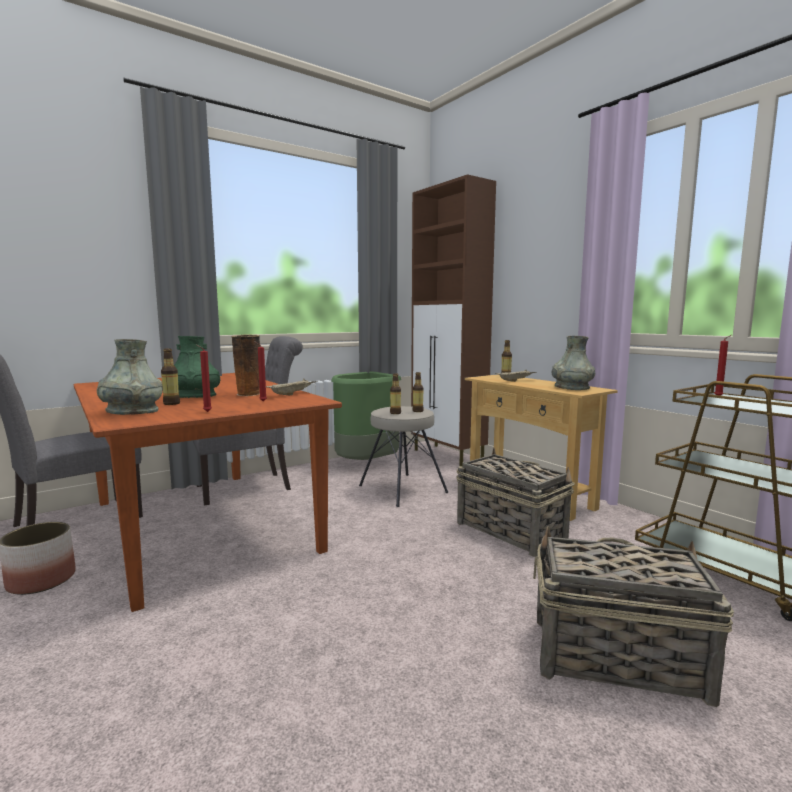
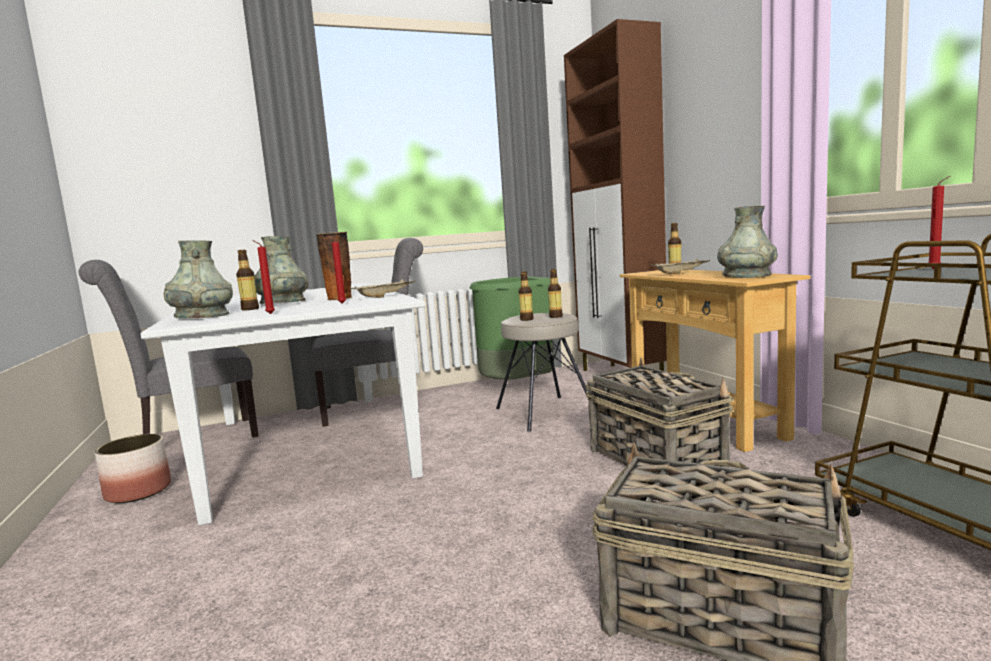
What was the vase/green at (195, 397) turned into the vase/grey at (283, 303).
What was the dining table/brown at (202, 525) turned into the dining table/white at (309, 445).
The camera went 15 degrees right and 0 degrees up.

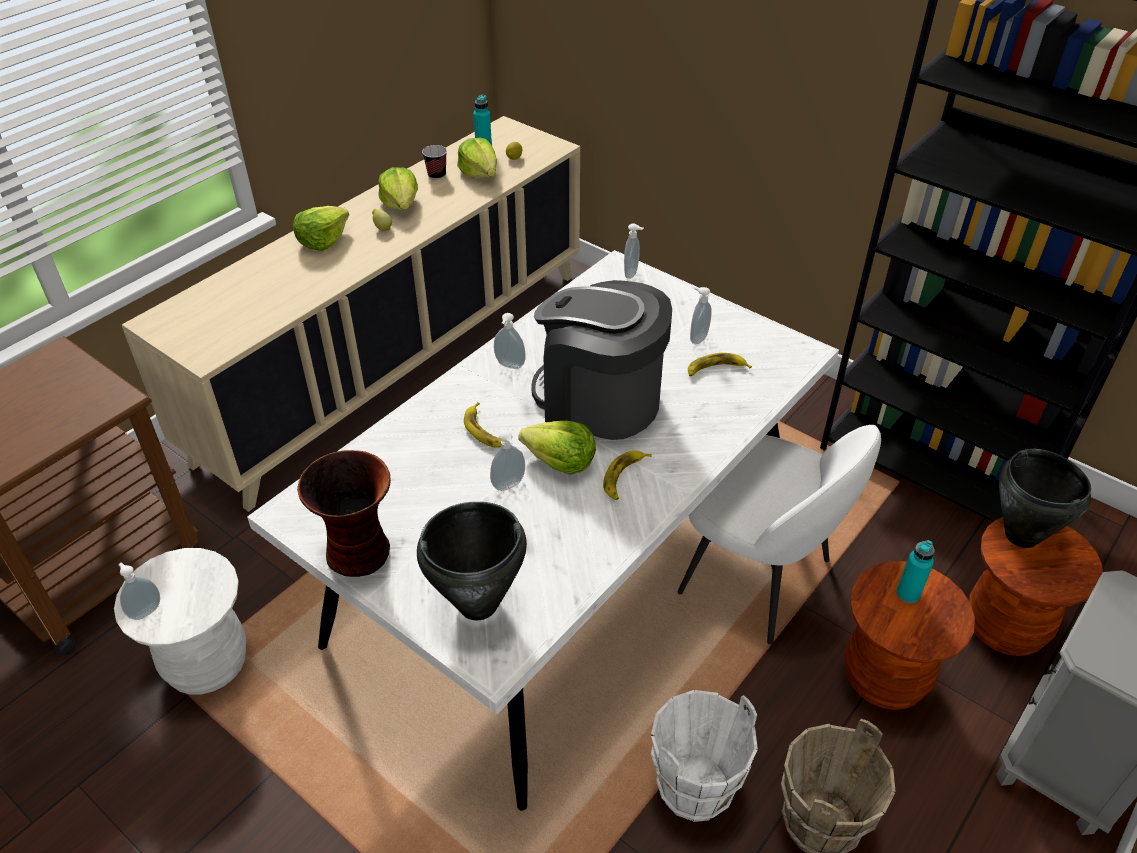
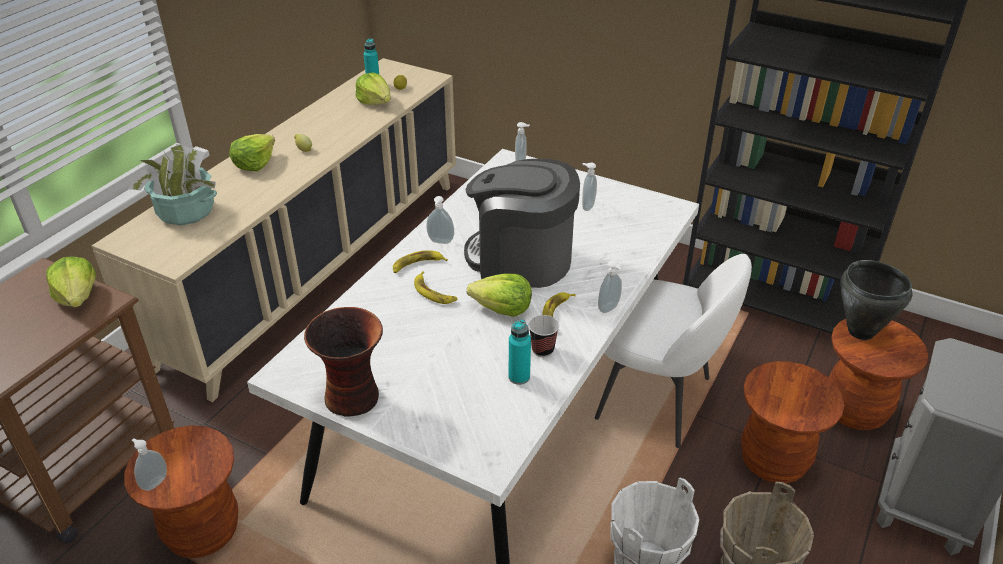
The cup ended up elsewhere, having gone from (437, 175) to (542, 350).
The lettuce ended up elsewhere, having gone from (401, 204) to (78, 297).
The banana ended up elsewhere, having gone from (715, 369) to (417, 265).
The soap dispenser ended up elsewhere, having gone from (509, 486) to (609, 309).
The second view lost the cooking pot/black at (479, 605).
The bottle/turquoise ended up elsewhere, having gone from (908, 594) to (519, 377).
What was the stool/white at (207, 663) turned into the stool/brown at (202, 531).
The second view gained the potted plant at (186, 211).
The camera went 10 degrees left and 5 degrees down.

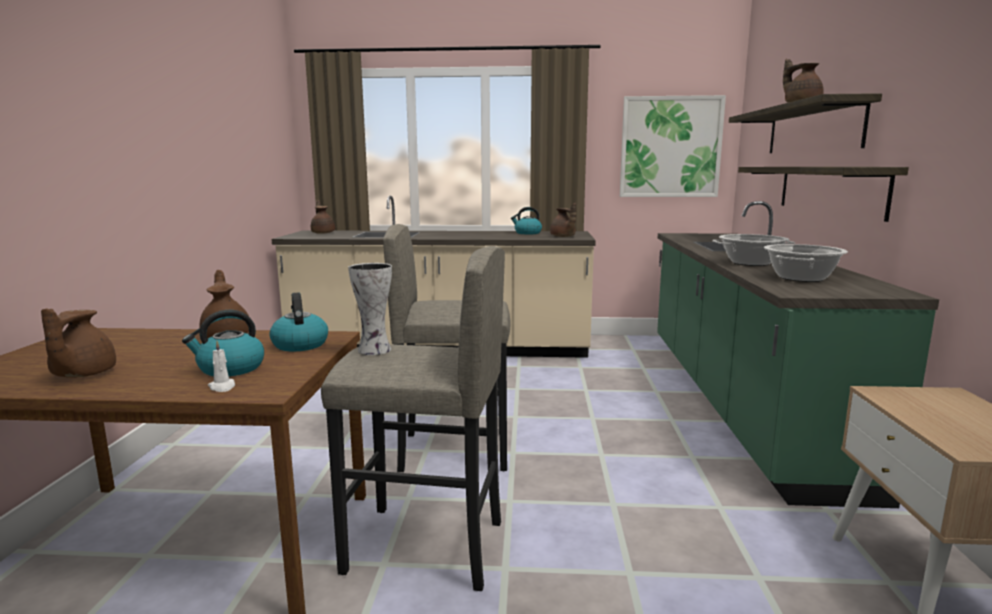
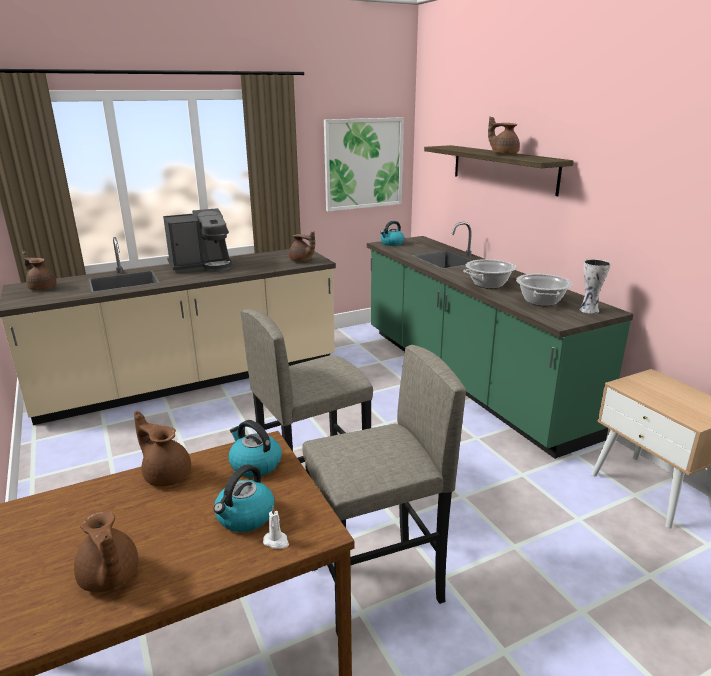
The second view lost the shelf at (829, 189).
The kettle ended up elsewhere, having gone from (527, 233) to (392, 243).
The vase ended up elsewhere, having gone from (374, 350) to (589, 310).
The second view gained the coffee machine at (202, 266).
The camera went 30 degrees left and 10 degrees up.

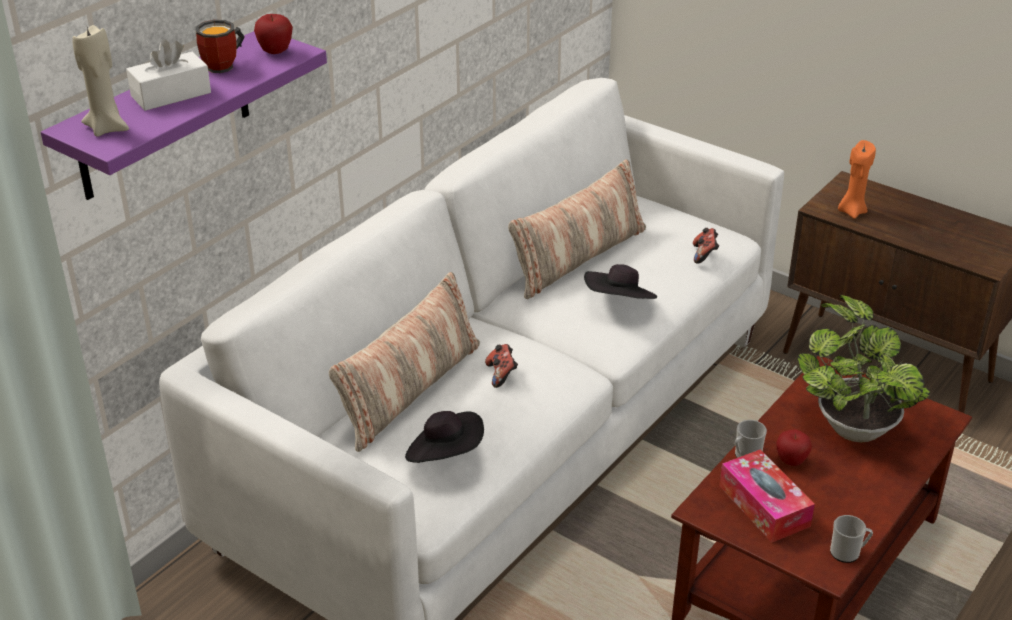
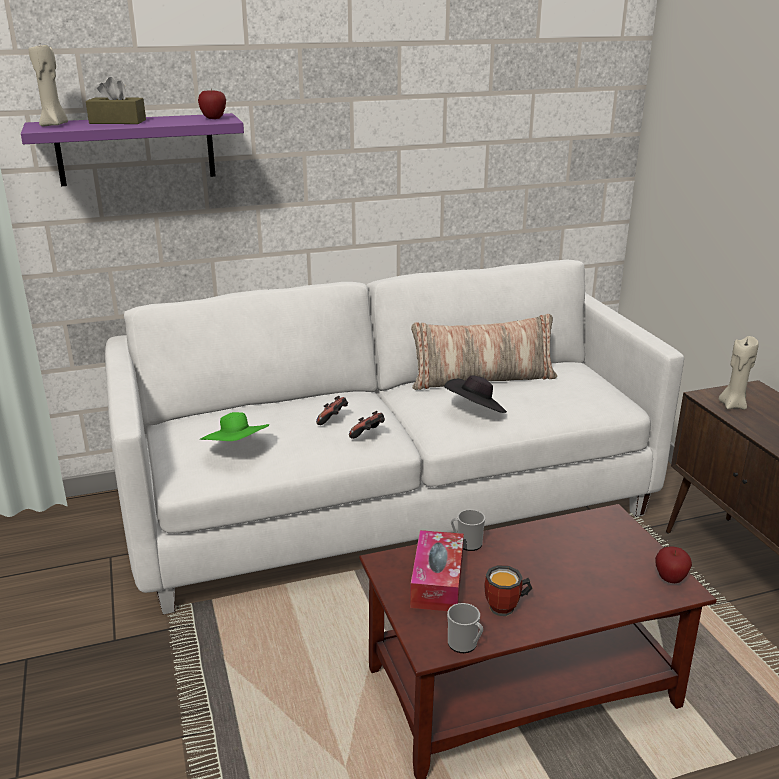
The mug ended up elsewhere, having gone from (225, 66) to (507, 608).
What was the tissue box/white at (171, 94) turned into the tissue box/brown at (117, 122).
What was the candle/orange at (851, 211) turned into the candle/beige at (732, 405).
The game controller ended up elsewhere, having gone from (704, 255) to (368, 435).
The second view lost the pillow at (409, 390).
The second view lost the potted plant at (852, 425).
What was the hat/black at (445, 455) turned into the hat/green at (237, 449).
The apple ended up elsewhere, having gone from (791, 461) to (670, 579).
The camera went 35 degrees right and 10 degrees down.

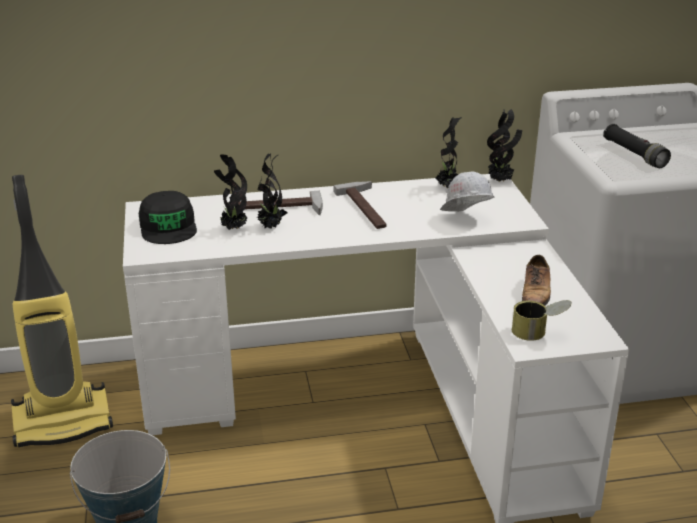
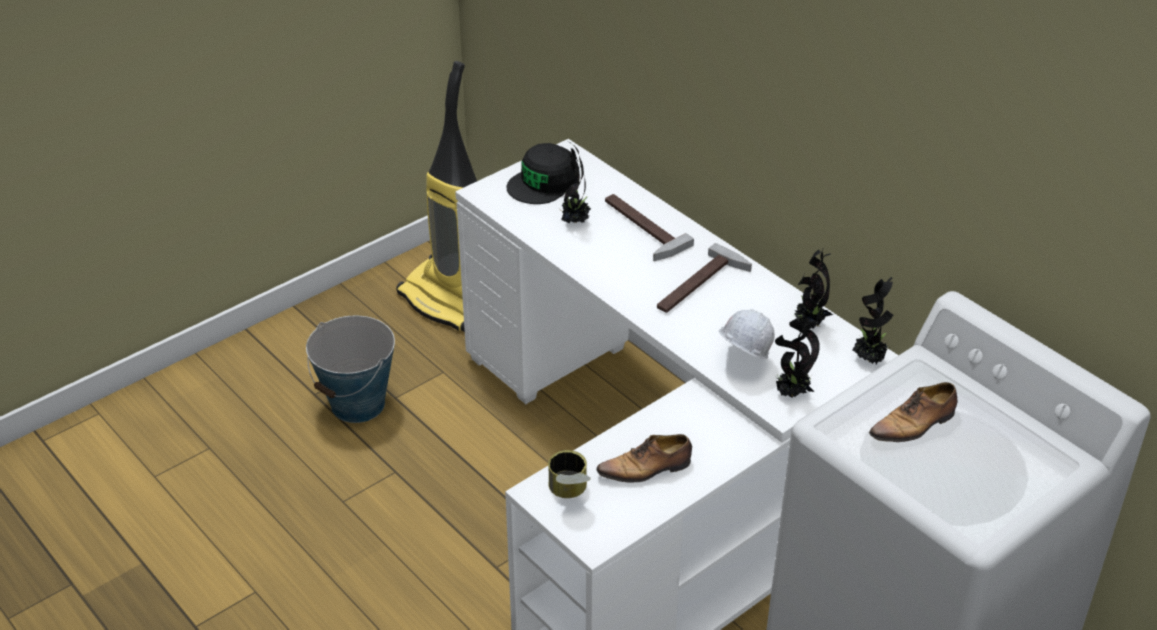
Where the flashlight/black stood at (634, 154), the shoe came to stand at (914, 425).
The potted plant ended up elsewhere, having gone from (271, 227) to (791, 394).
The camera went 60 degrees right and 10 degrees up.

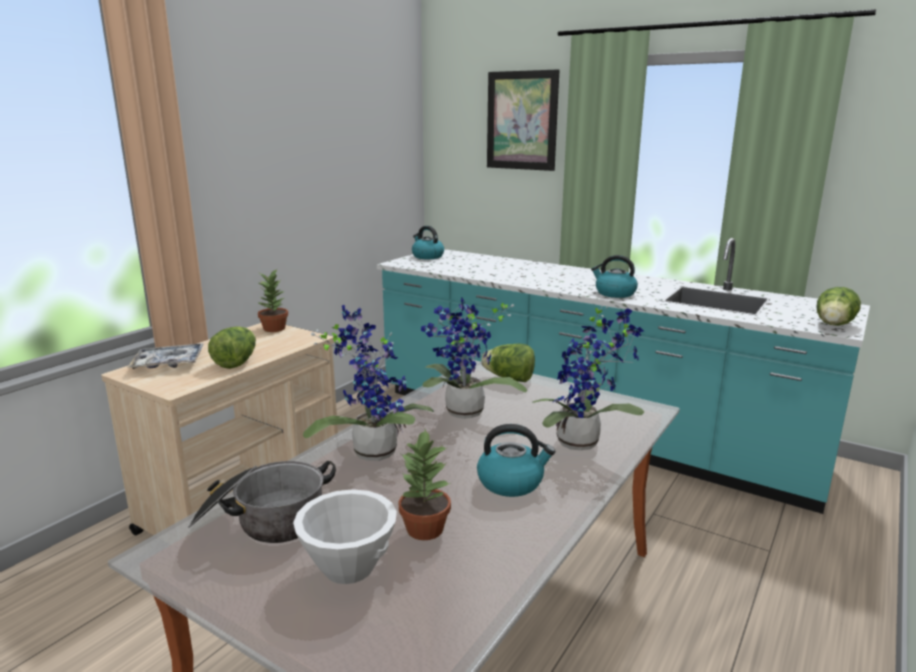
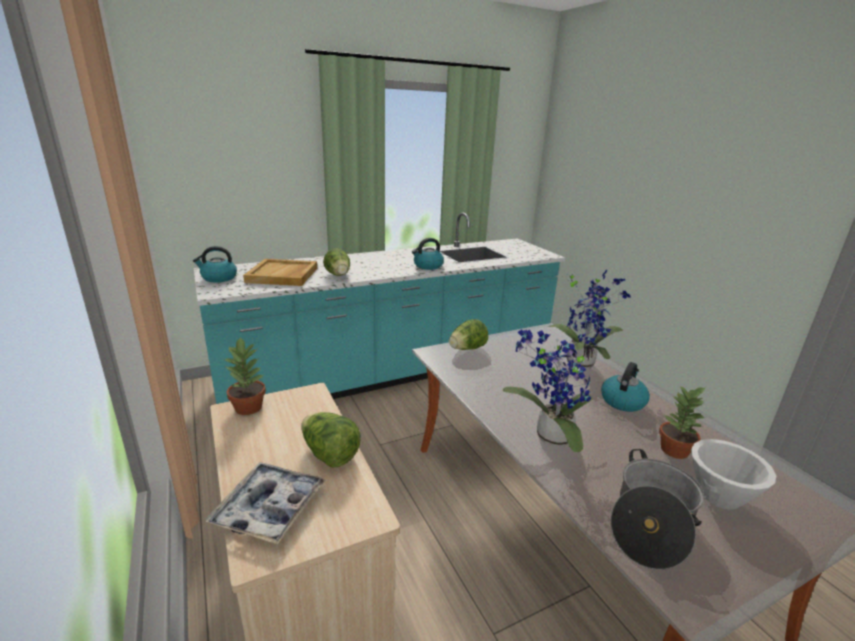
The second view lost the picture at (521, 121).
The lettuce ended up elsewhere, having gone from (833, 326) to (338, 275).
The second view lost the potted plant at (463, 414).
The second view gained the tray/beige at (283, 275).
The camera went 60 degrees left and 5 degrees up.

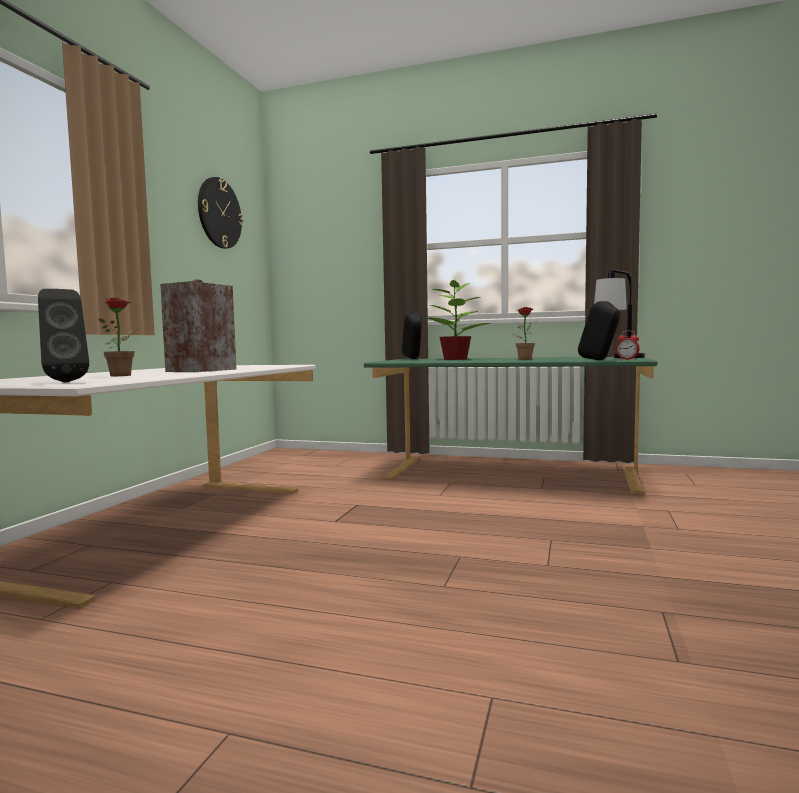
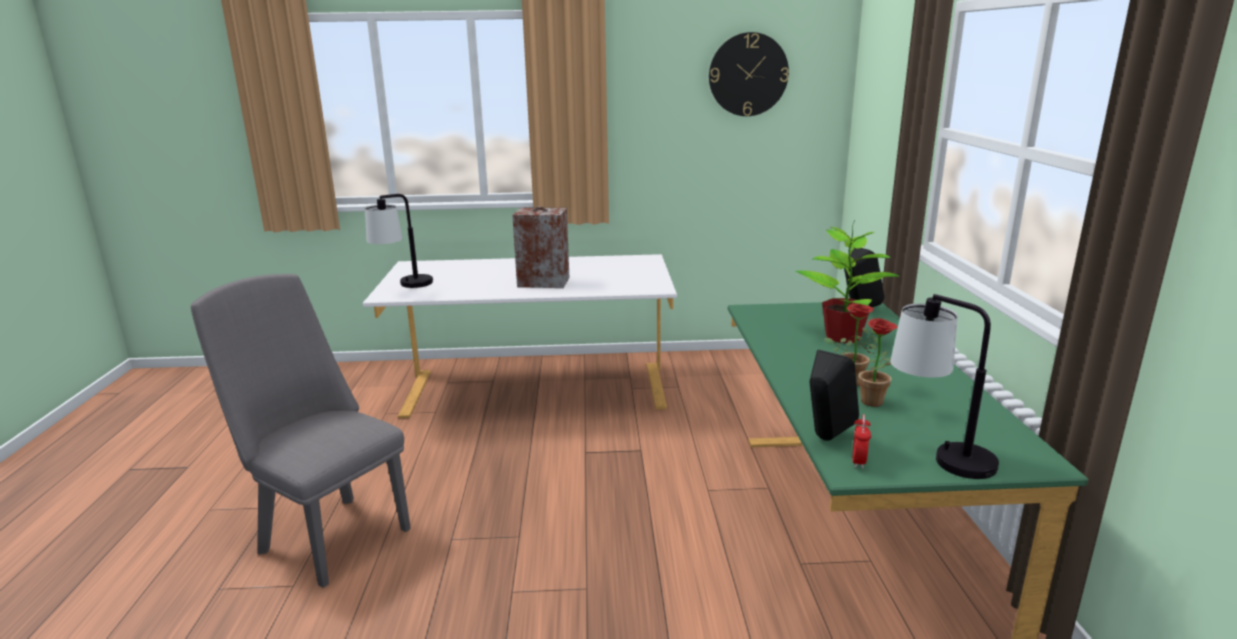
Where the speaker/black stood at (65, 382), the table lamp came to stand at (404, 287).
The potted plant ended up elsewhere, having gone from (125, 375) to (876, 403).
The second view gained the chair/grey at (328, 535).
The camera went 70 degrees right and 15 degrees up.

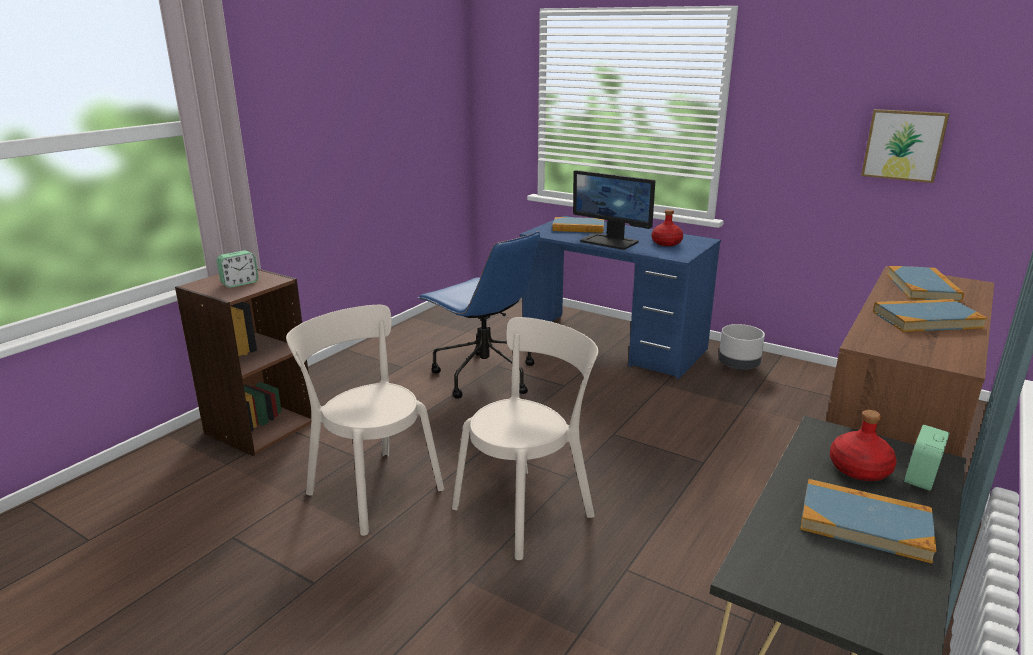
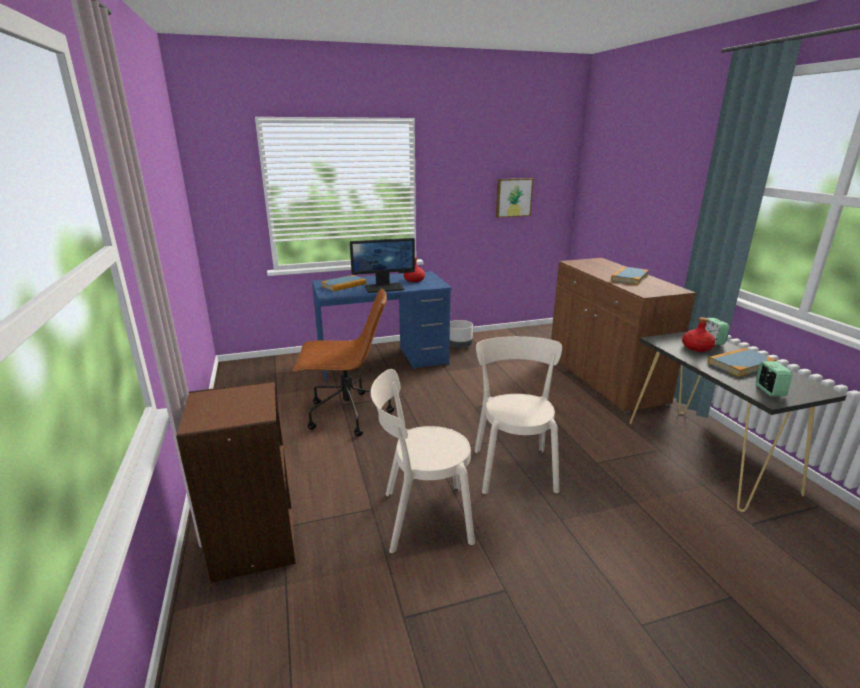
What was the office chair/blue at (483, 376) turned into the office chair/brown at (346, 414).
The alarm clock ended up elsewhere, having gone from (240, 283) to (769, 391).
The second view lost the book at (922, 287).
The camera went 50 degrees left and 0 degrees up.

